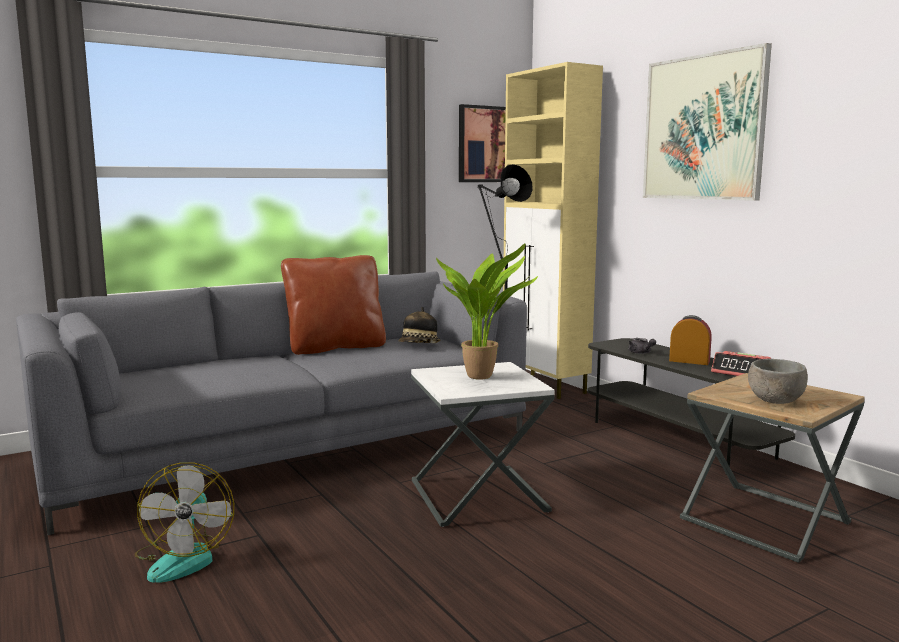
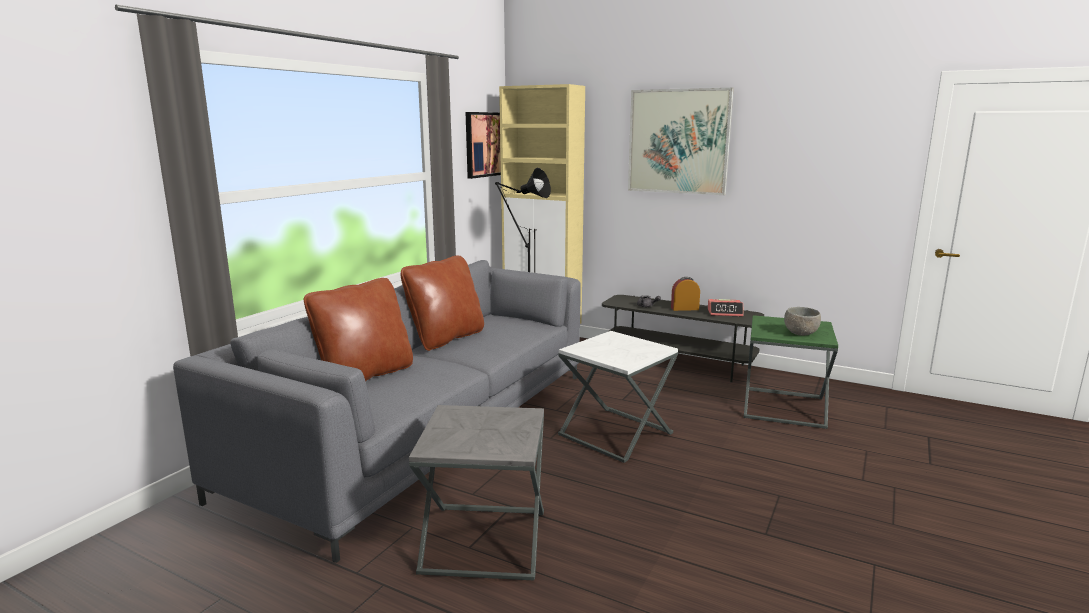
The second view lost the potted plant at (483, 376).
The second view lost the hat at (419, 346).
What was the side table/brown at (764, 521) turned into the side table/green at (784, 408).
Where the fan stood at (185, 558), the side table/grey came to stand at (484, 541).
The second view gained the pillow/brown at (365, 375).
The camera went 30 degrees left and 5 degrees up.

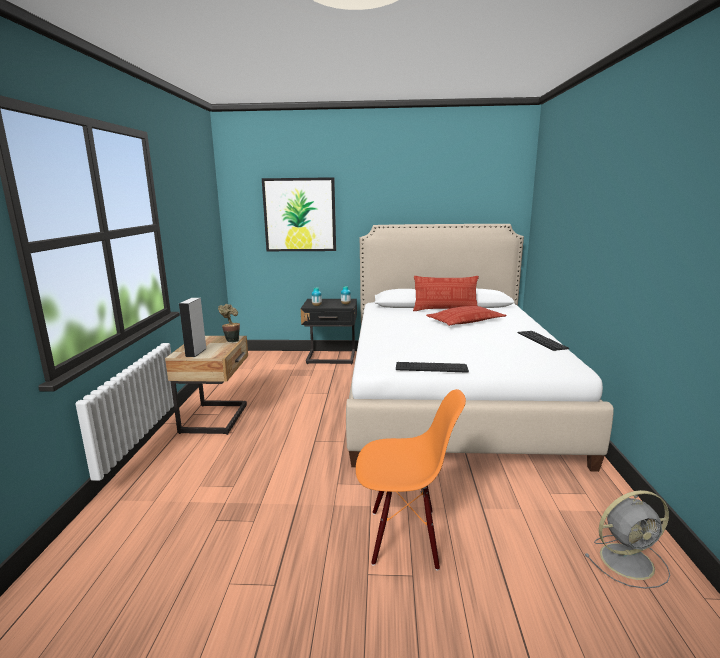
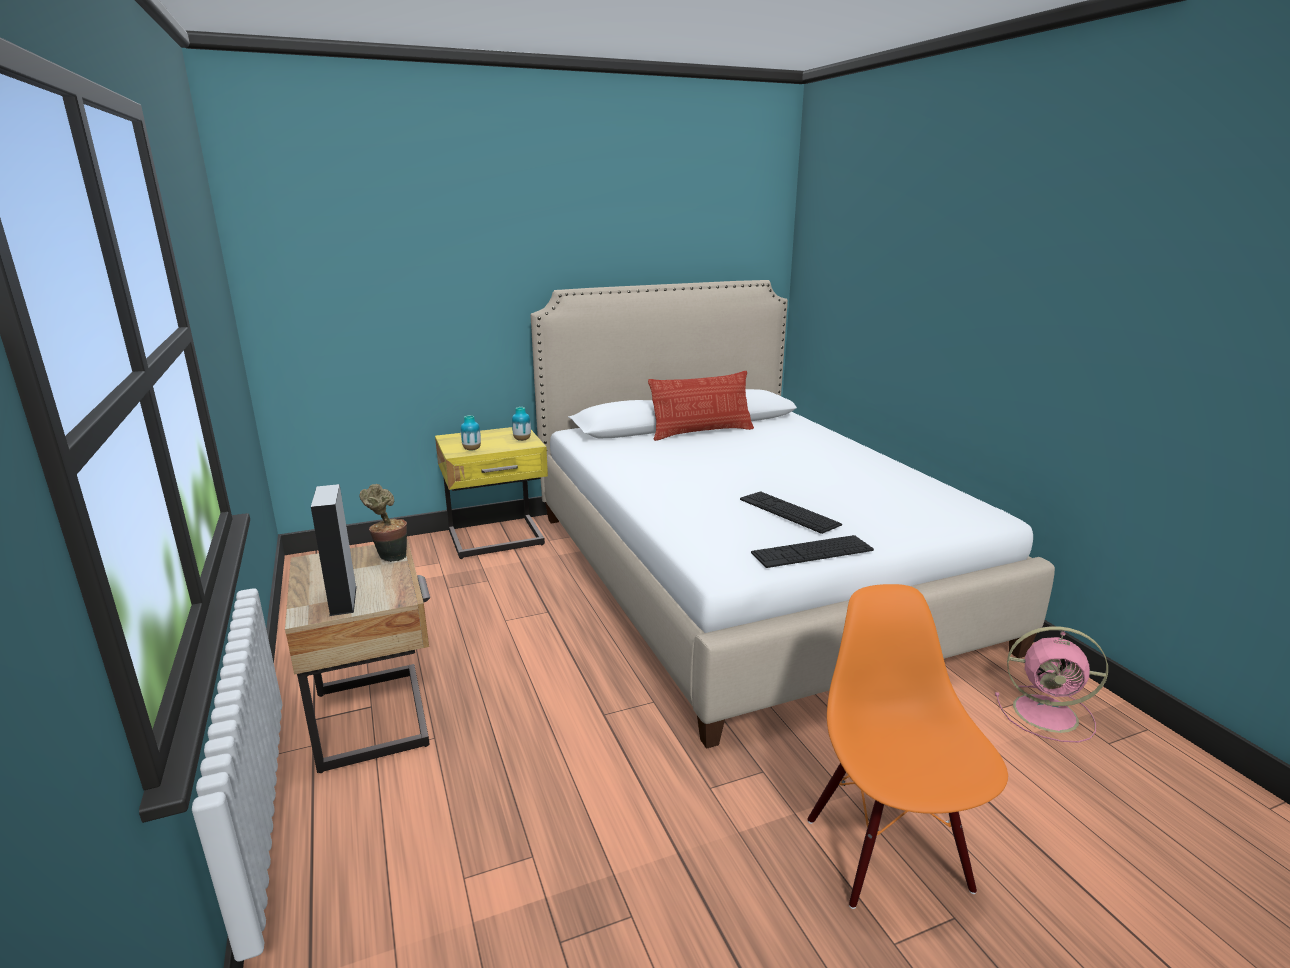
The second view lost the picture at (300, 215).
What was the nightstand/black at (331, 358) turned into the nightstand/yellow at (497, 540).
The second view lost the pillow at (465, 321).
The keyboard ended up elsewhere, having gone from (542, 340) to (788, 512).
The chair/orange at (404, 537) ended up facing another way, 75 degrees counterclockwise from before.
The second view lost the fan/grey at (628, 560).
The second view gained the fan/pink at (1048, 714).
The camera went 25 degrees left and 5 degrees up.

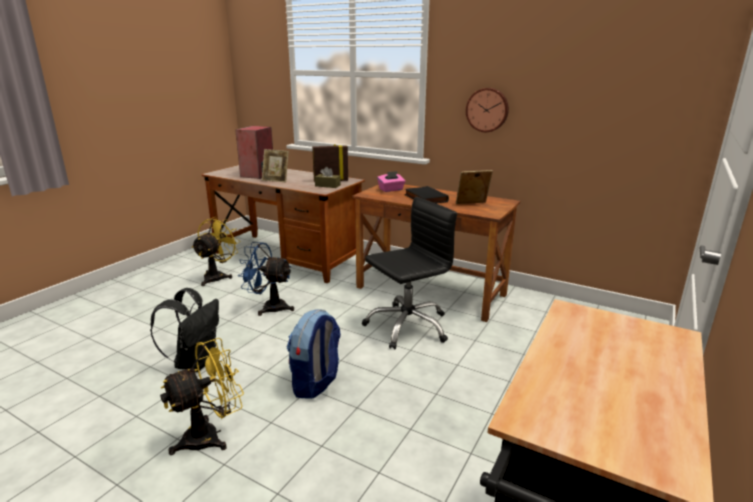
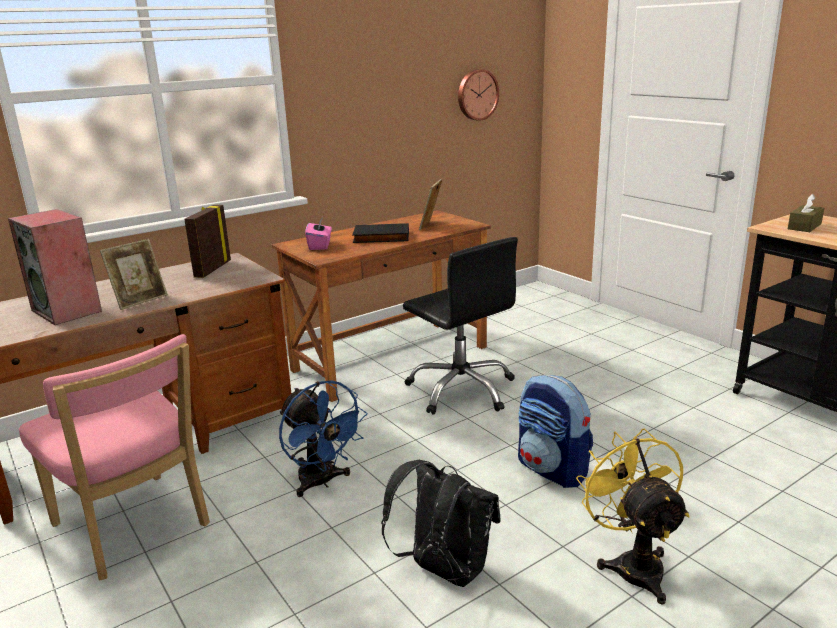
The wall clock ended up elsewhere, having gone from (487, 110) to (477, 95).
The tissue box/brown ended up elsewhere, having gone from (327, 185) to (804, 226).
The office chair/black at (407, 326) ended up facing another way, 150 degrees clockwise from before.
Where the fan/yellow stood at (217, 276), the chair/pink came to stand at (134, 528).
The fan/blue at (269, 307) ended up facing another way, 75 degrees counterclockwise from before.
The camera went 65 degrees left and 0 degrees up.

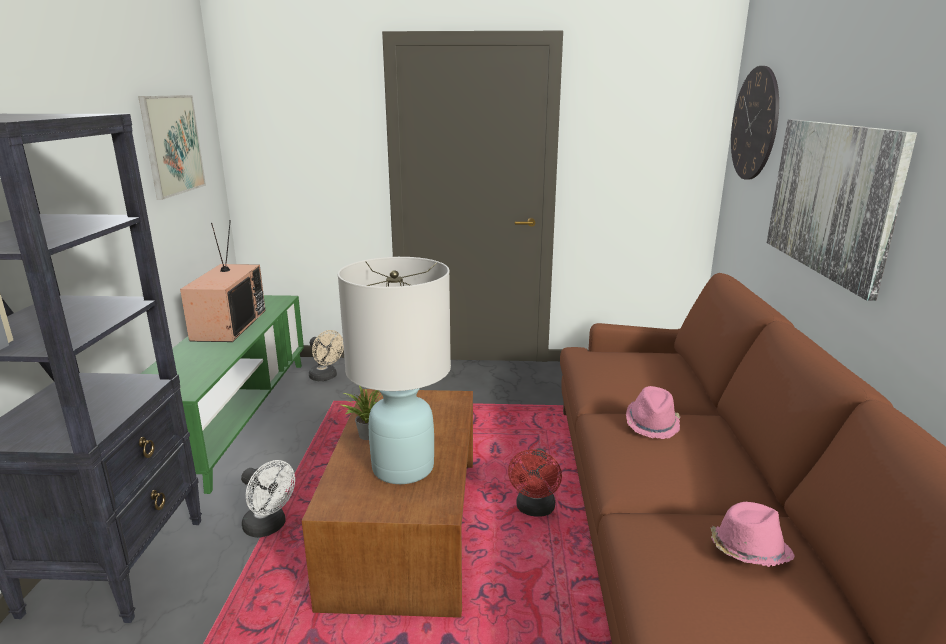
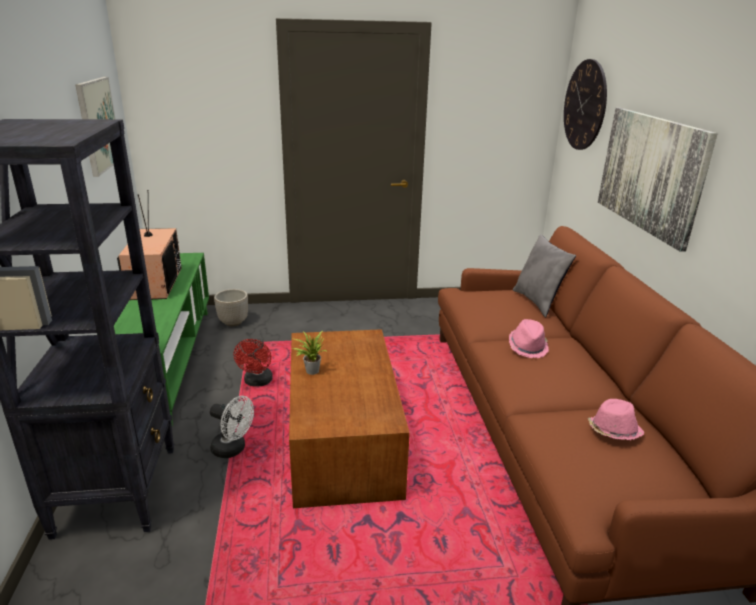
The second view lost the table lamp/white at (402, 468).
Where the fan/beige stood at (326, 377), the planter came to stand at (233, 322).
The fan/red ended up elsewhere, having gone from (535, 510) to (257, 382).
The second view gained the pillow/grey at (538, 302).
The camera went 10 degrees left and 5 degrees up.

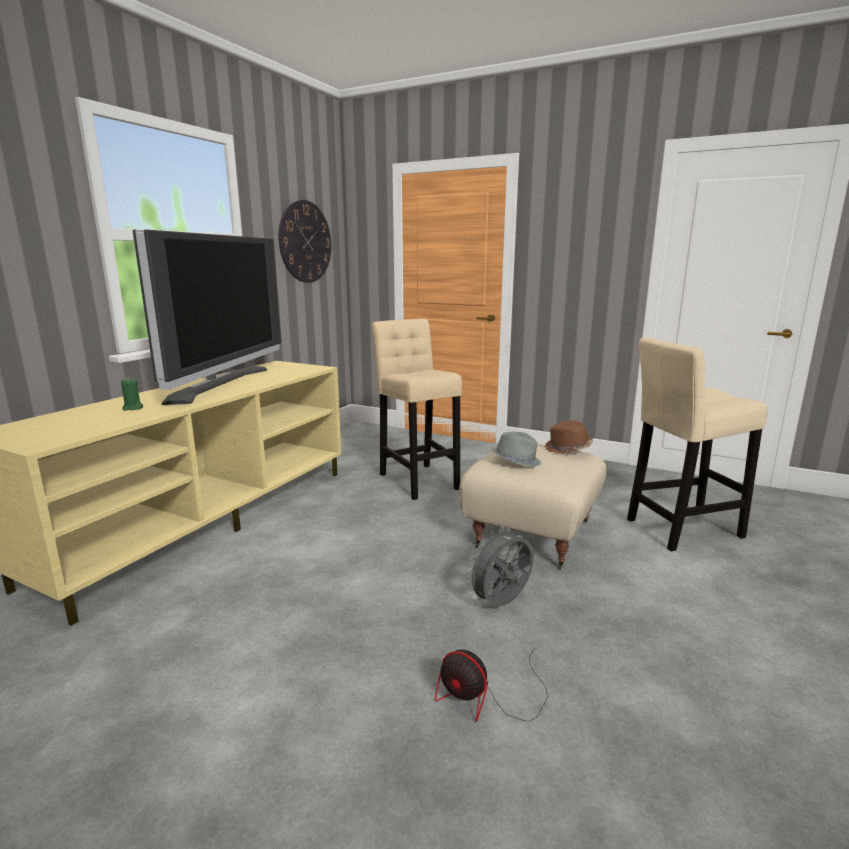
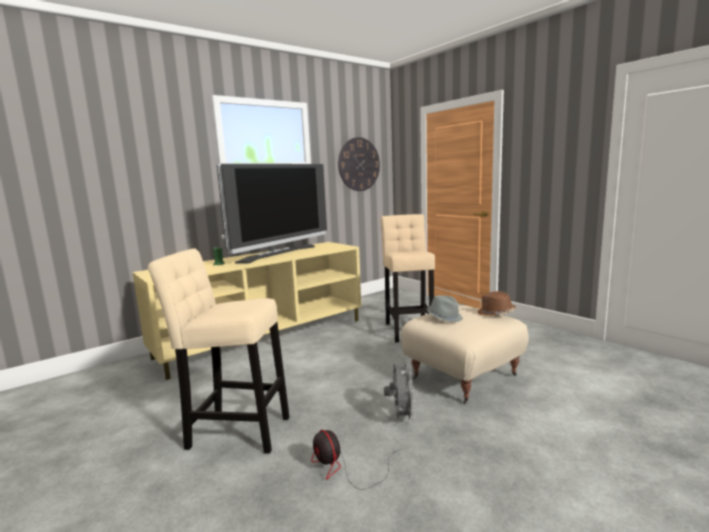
The stool/beige ended up elsewhere, having gone from (679, 529) to (234, 431).
The fan/grey at (501, 604) ended up facing another way, 105 degrees clockwise from before.
The camera went 25 degrees right and 5 degrees down.

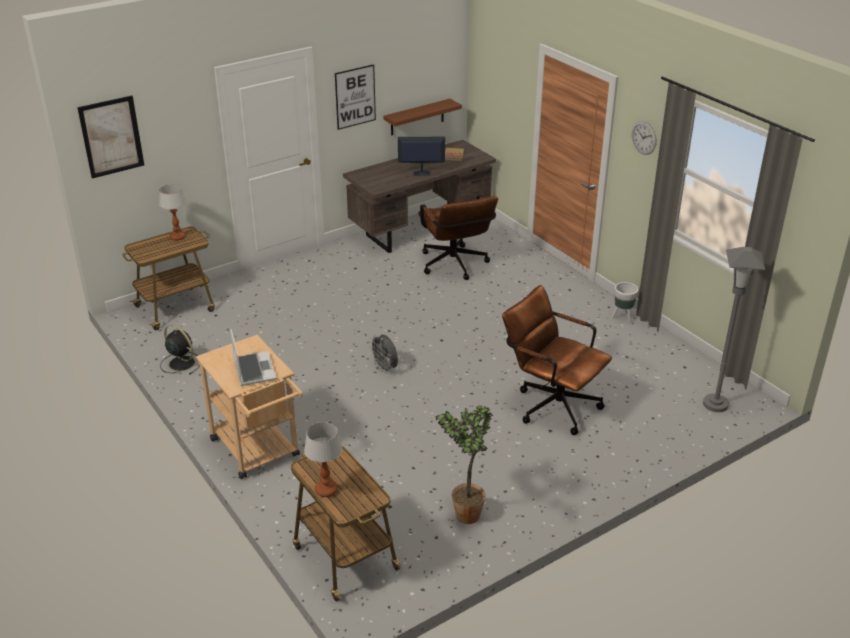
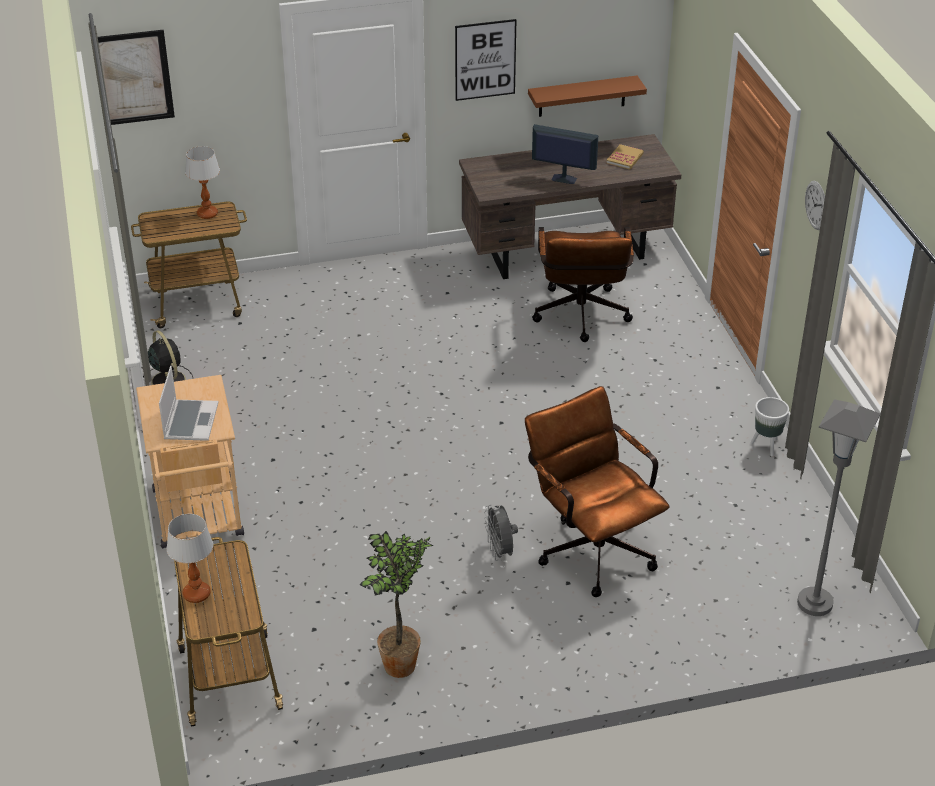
The fan/grey ended up elsewhere, having gone from (385, 368) to (500, 552).
The camera went 20 degrees right and 5 degrees up.

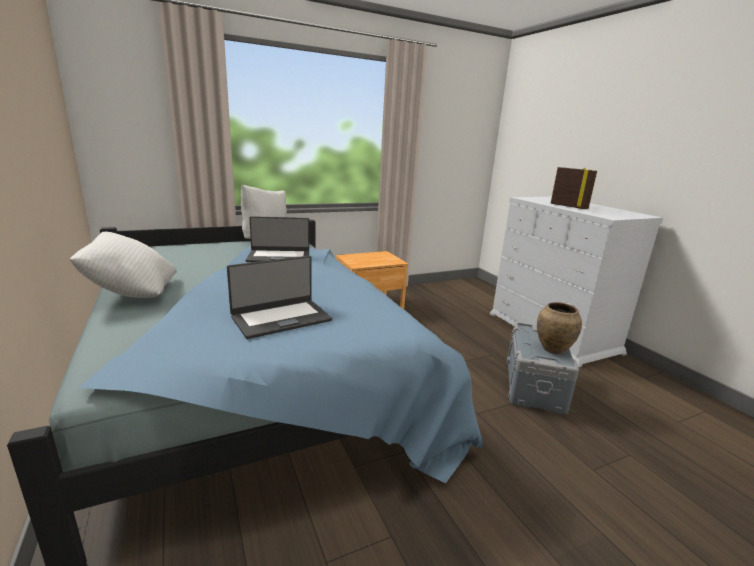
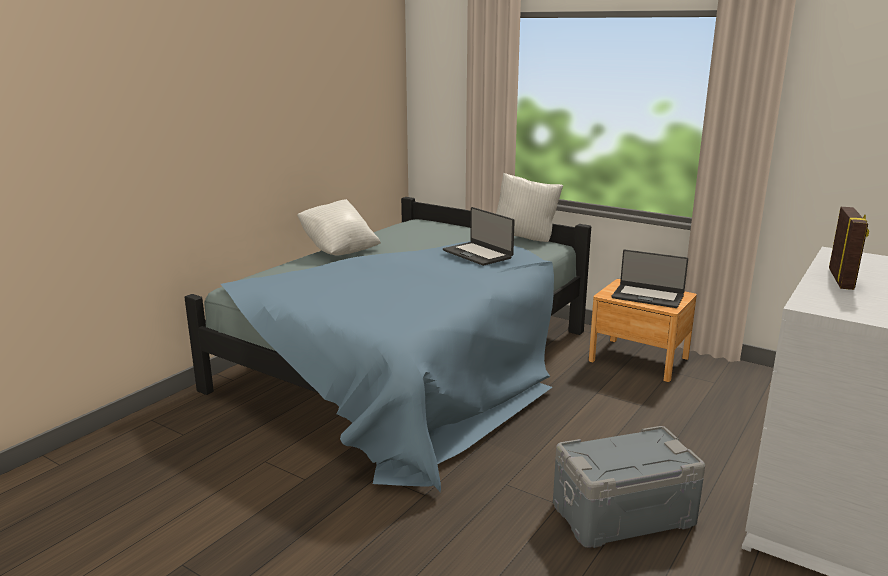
The laptop ended up elsewhere, having gone from (281, 318) to (647, 296).
The second view lost the vase/brown at (553, 349).
The camera went 60 degrees right and 0 degrees up.

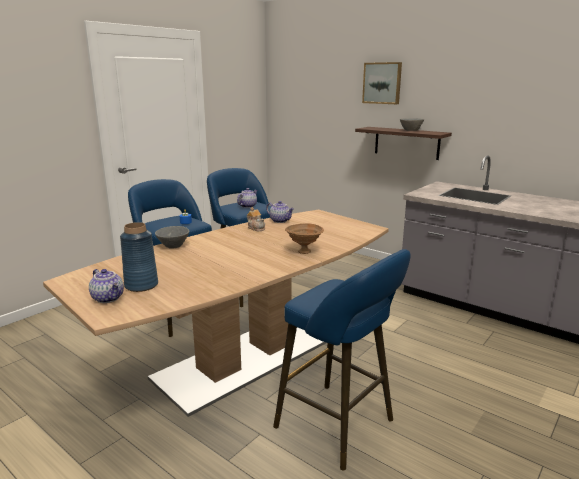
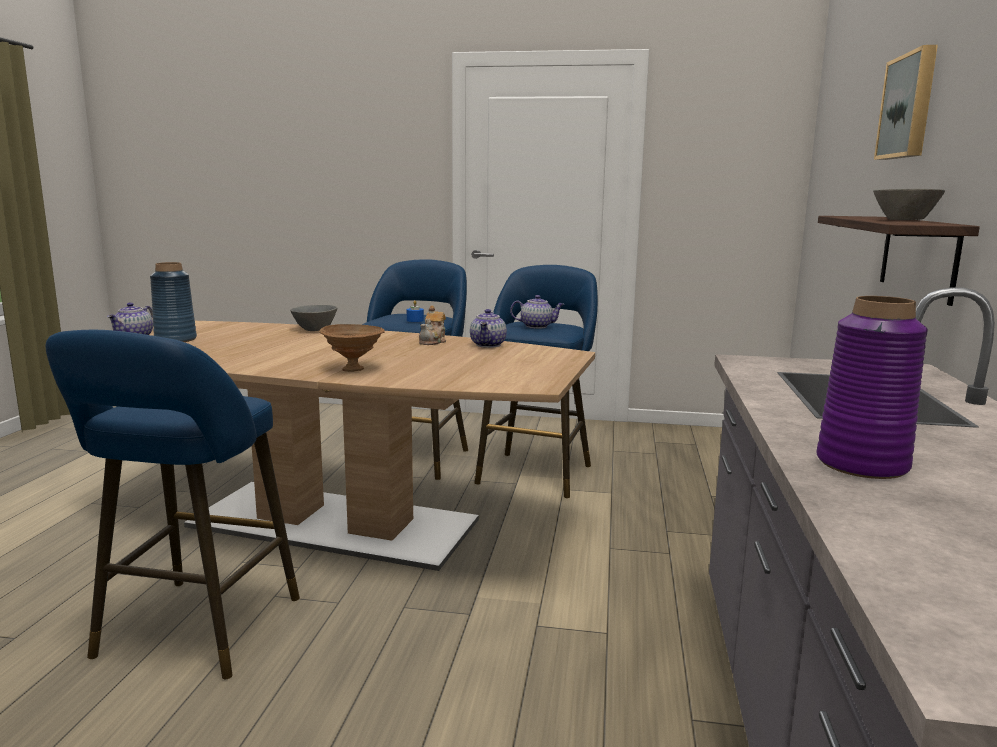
The second view gained the vase/purple at (862, 464).
The camera went 60 degrees right and 5 degrees down.

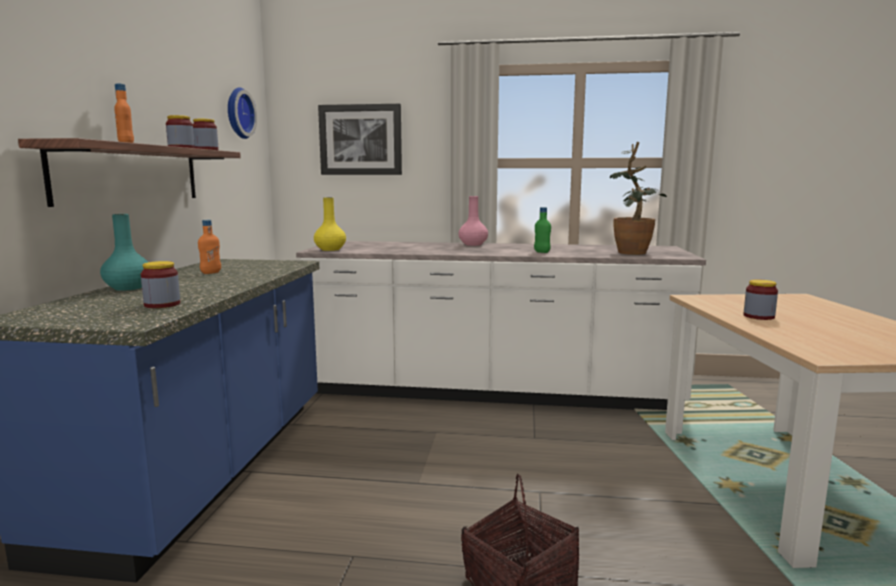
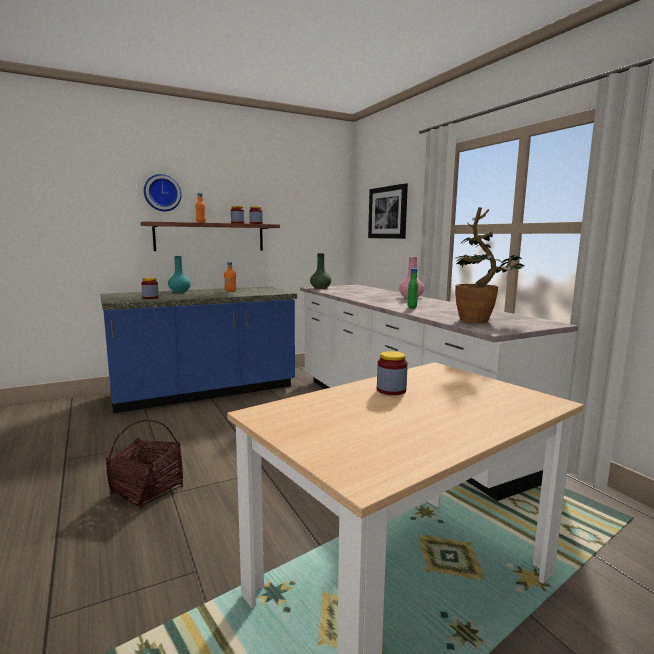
The wall clock ended up elsewhere, having gone from (238, 113) to (162, 193).
What was the vase/yellow at (330, 249) turned into the vase/green at (320, 288).
The camera went 55 degrees right and 0 degrees up.

